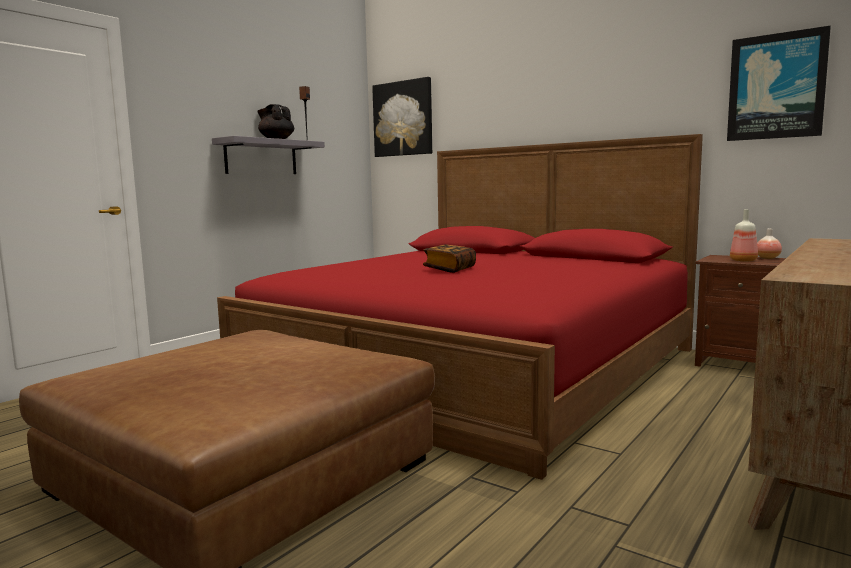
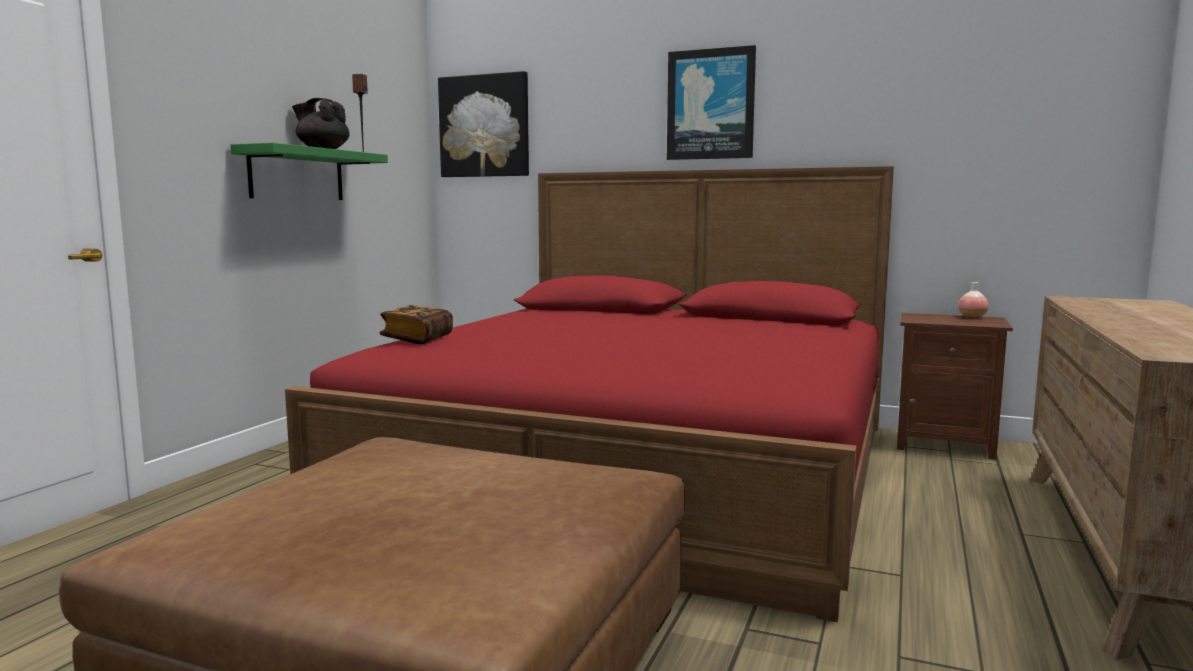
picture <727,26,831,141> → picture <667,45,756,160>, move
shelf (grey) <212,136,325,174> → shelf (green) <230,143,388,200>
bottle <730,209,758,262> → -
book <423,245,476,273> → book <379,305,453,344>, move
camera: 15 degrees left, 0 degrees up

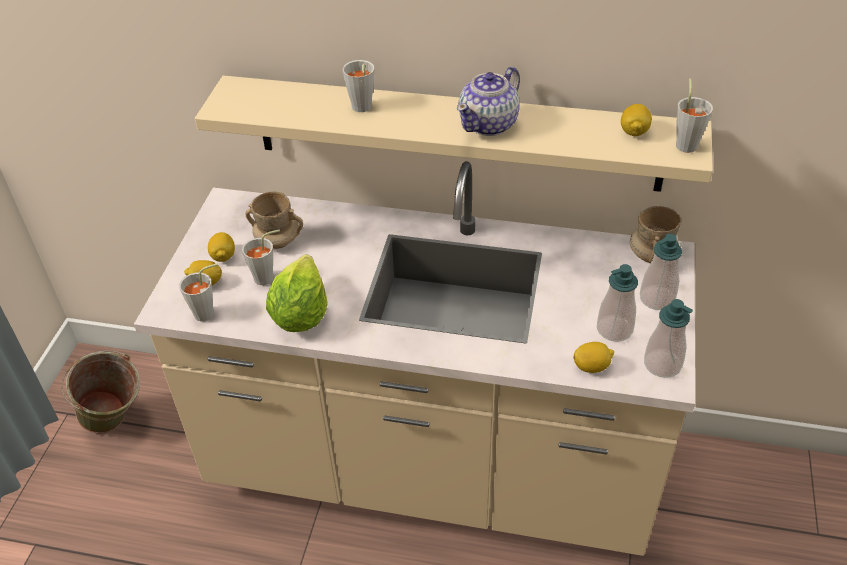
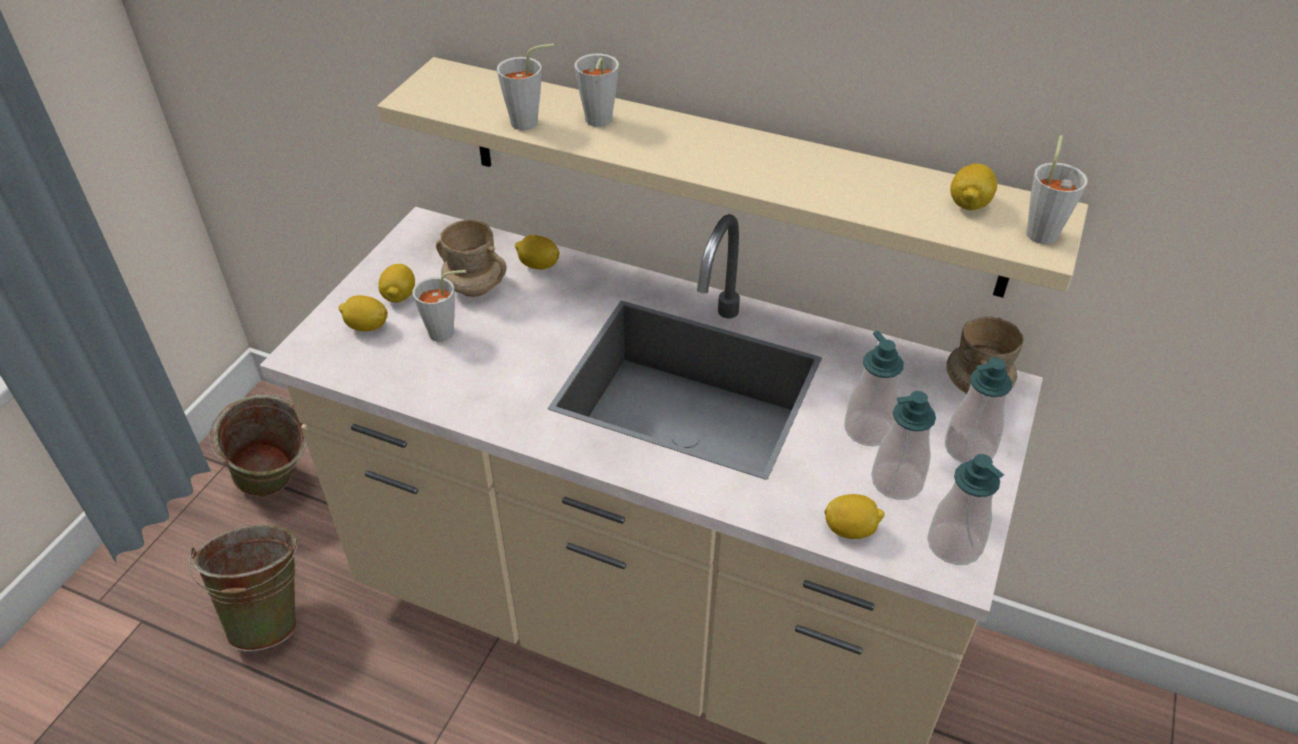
teapot <457,66,520,136> → -
lettuce <266,255,328,332> → -
cup (grey) <179,263,218,321> → cup (grey) <497,44,554,130>, move
- → lemon <515,235,560,270>
- → soap dispenser <844,331,904,447>
- → bucket (green) <188,525,298,651>
camera: 10 degrees right, 0 degrees up

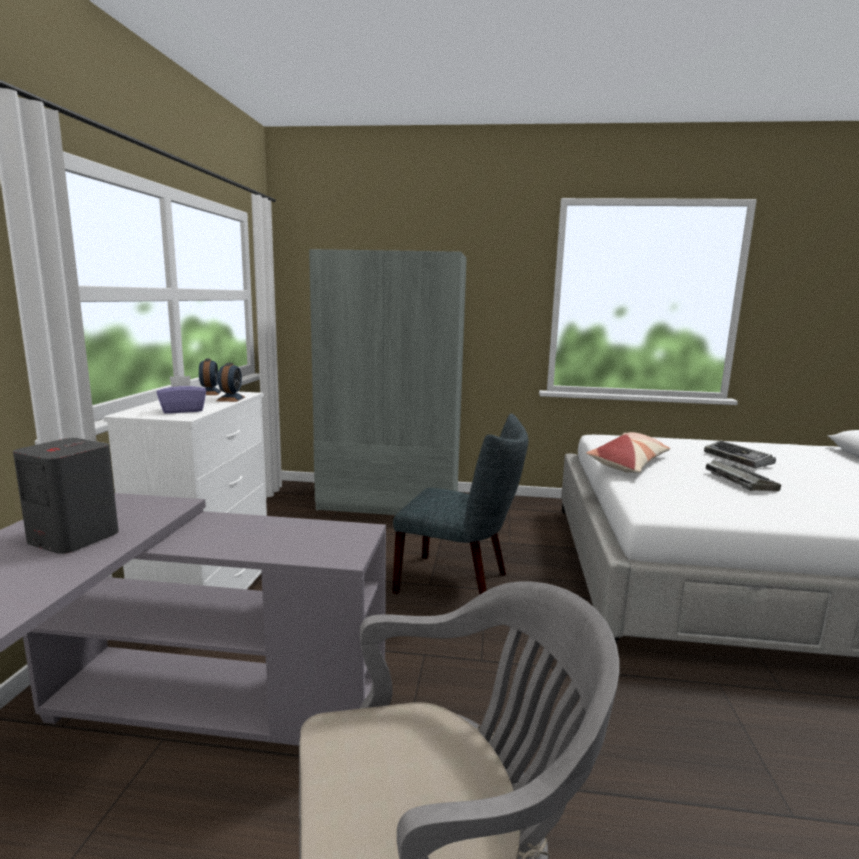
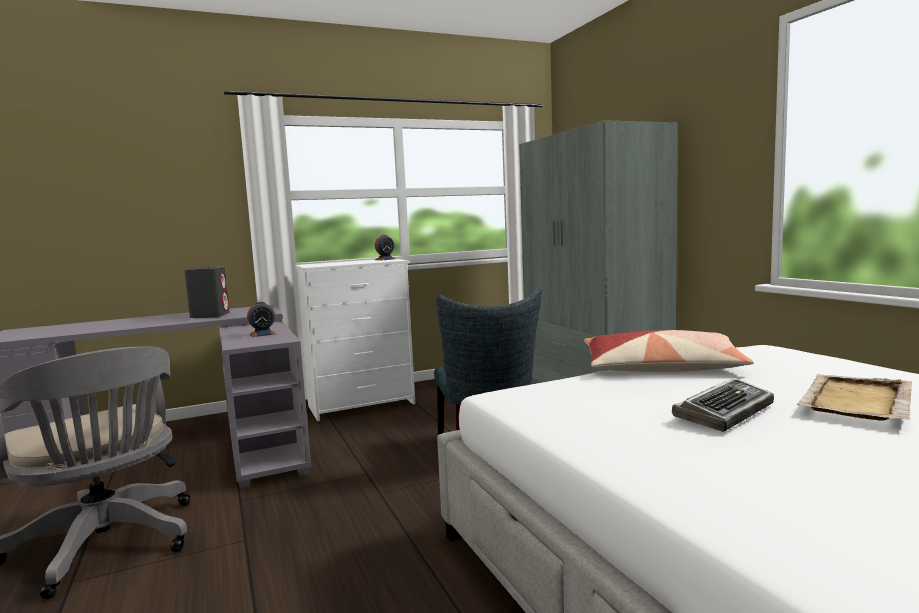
alarm clock <216,363,245,402> → alarm clock <247,302,276,337>, move
tissue box (purple) <157,376,206,414> → -
keyboard <704,440,776,468> → tray (beige) <797,374,913,421>
camera: 60 degrees right, 5 degrees down

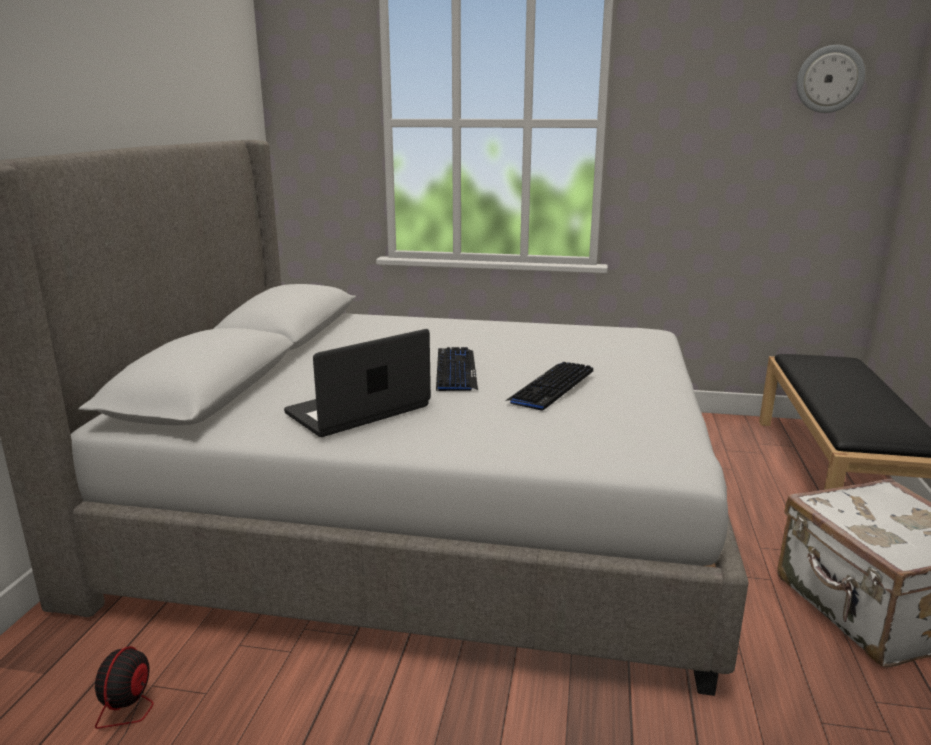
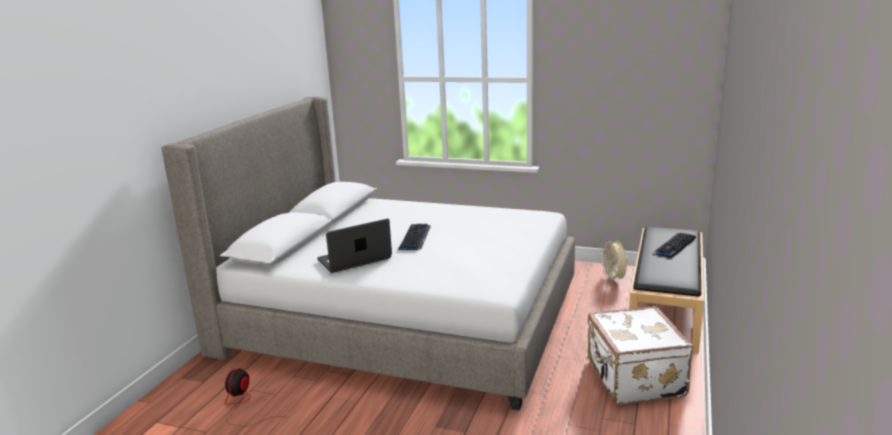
wall clock <796,45,865,113> → -
keyboard <505,362,593,411> → keyboard <654,233,696,257>, move
- → fan (beige) <601,239,628,283>
camera: 10 degrees right, 0 degrees up

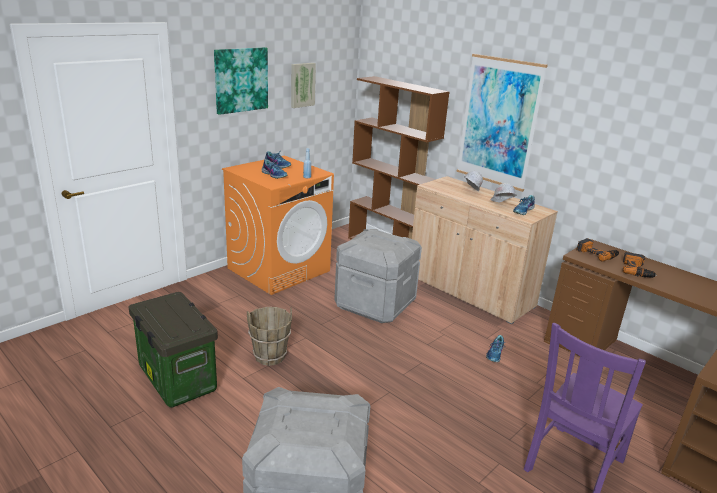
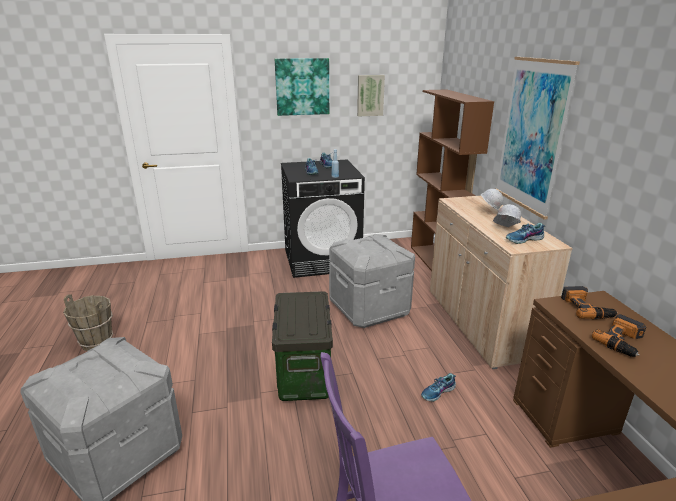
washing machine (orange) <222,155,334,295> → washing machine (black) <281,160,365,278>
storage box <129,292,218,408> → storage box <272,291,333,401>, move
bucket (brown) <247,307,292,366> → bucket (brown) <63,294,113,351>, move
camera: 35 degrees right, 0 degrees up

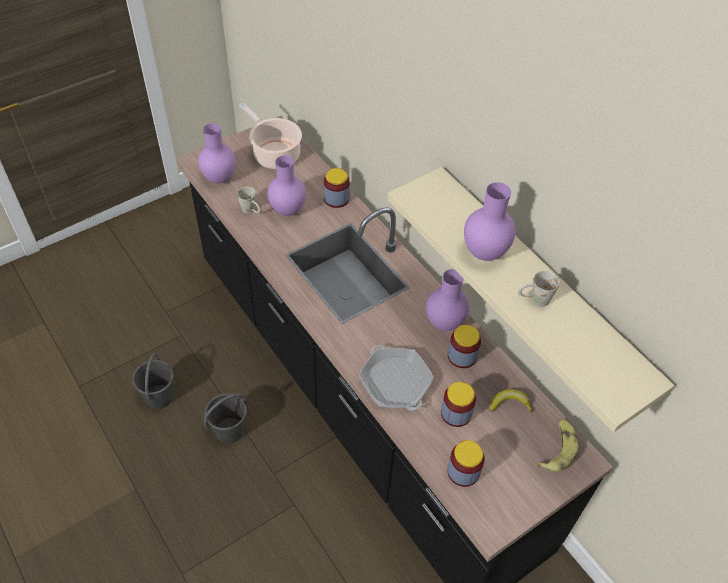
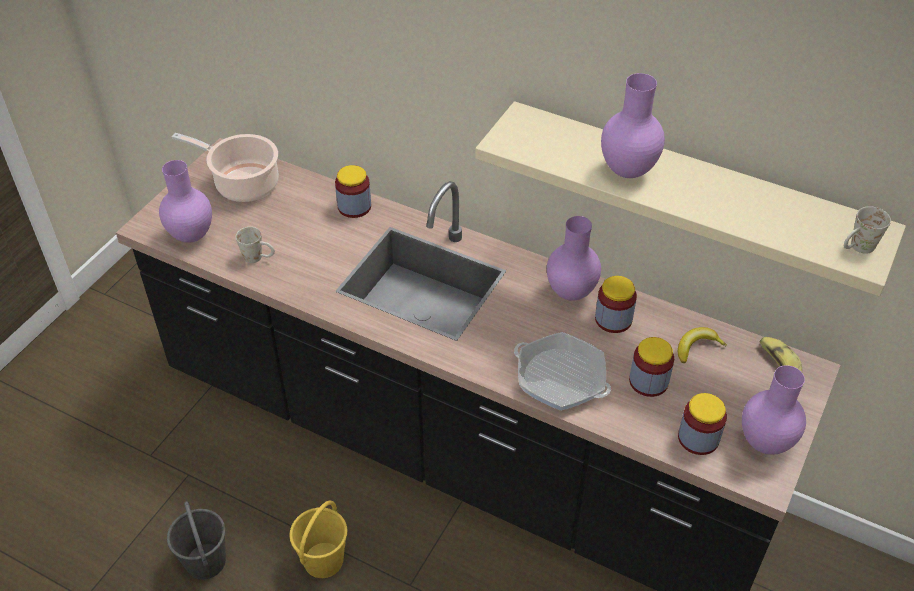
vase (purple) <267,155,306,216> → vase (purple) <742,365,806,455>, move
mug (white) <518,271,560,307> → mug (white) <844,206,891,254>, move
bucket (grey) <204,393,247,443> → bucket (yellow) <289,500,347,578>
camera: 25 degrees left, 5 degrees down

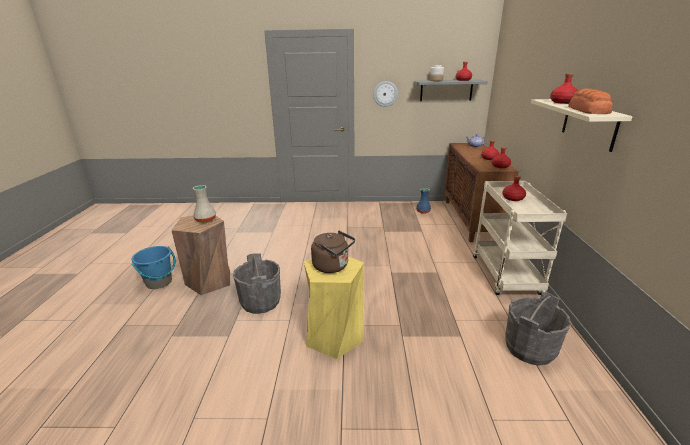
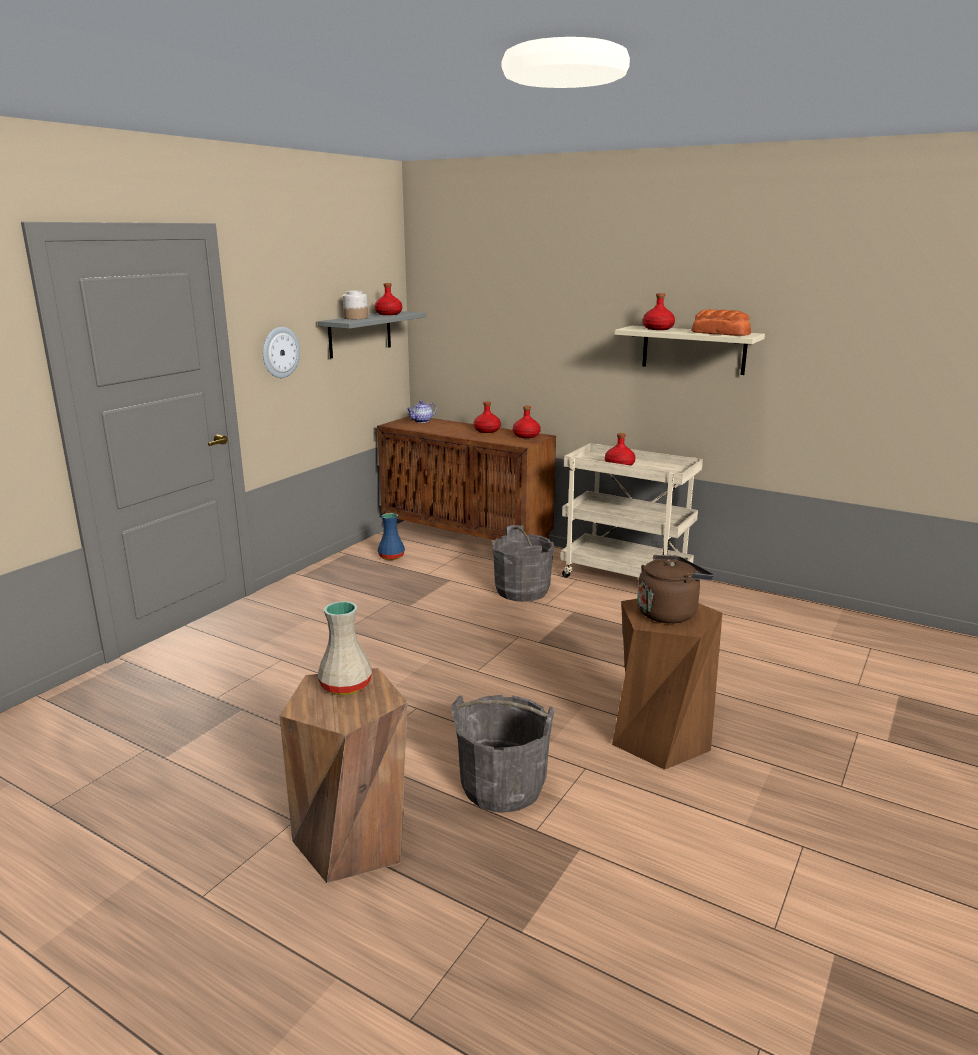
bucket (blue) <131,246,176,289> → -
stool (yellow) <304,256,364,359> → stool (brown) <612,599,723,770>
bucket (grey) <506,292,571,365> → bucket (grey) <492,525,554,602>, move
camera: 60 degrees left, 5 degrees down

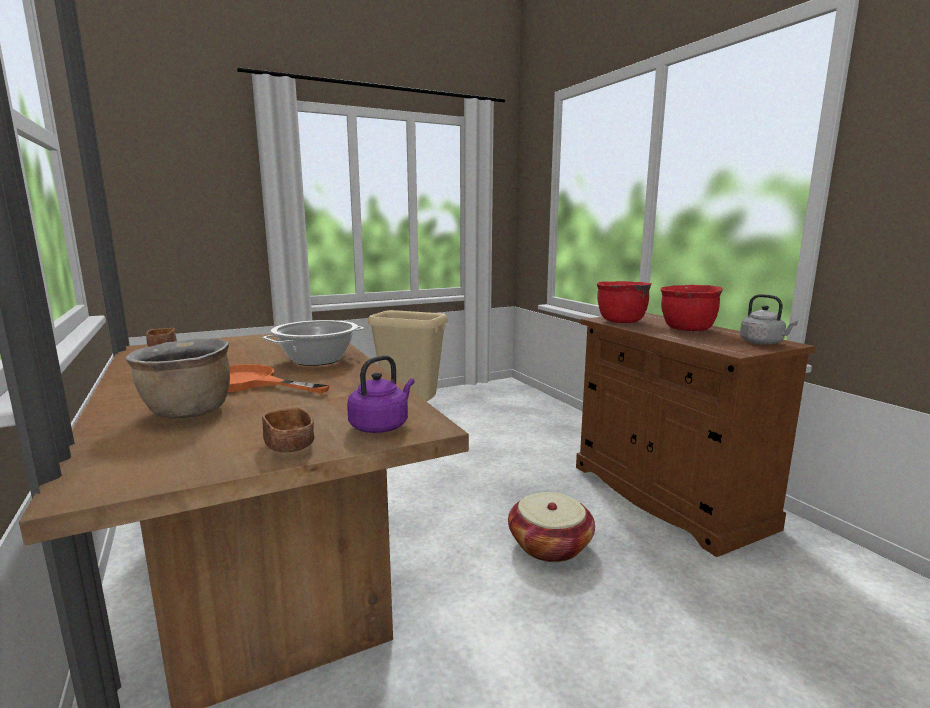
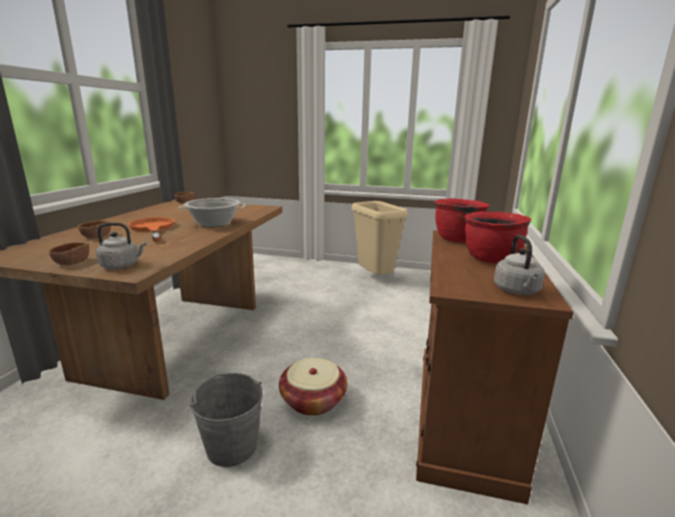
cooking pot (brown) <125,339,230,419> → bowl (brown) <78,220,111,238>
kettle (purple) <347,355,414,433> → kettle (grey) <96,223,147,269>
- → bucket (grey) <189,373,263,467>
camera: 40 degrees right, 5 degrees up

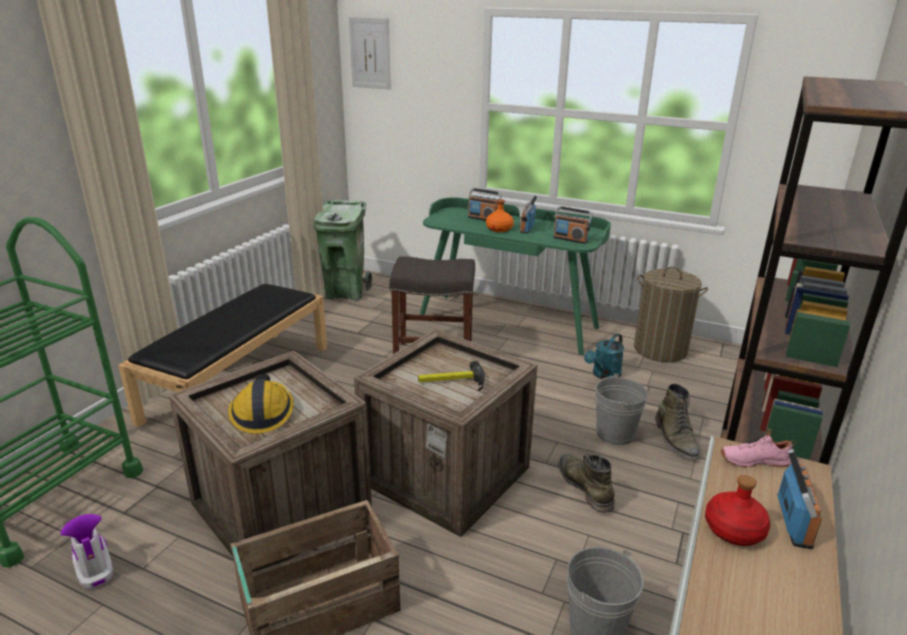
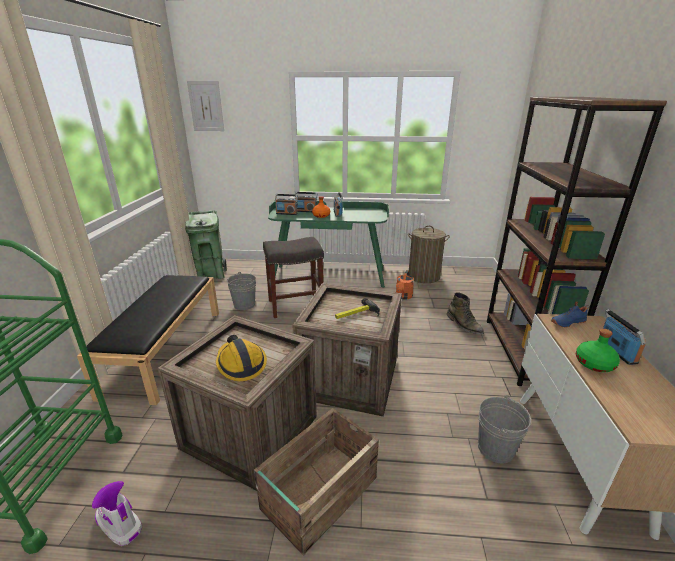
radio <553,206,593,244> → radio <275,194,298,215>, move
watering can (turquoise) <584,333,624,379> → watering can (orange) <396,270,414,299>
bucket (grey) <595,374,648,445> → bucket (grey) <227,272,256,310>, move
shoe (pink) <721,429,795,468> → shoe (blue) <551,301,589,328>
boot (green) <558,454,615,513> → -
bottle (red) <705,475,770,546> → bottle (green) <576,329,620,372>
camera: 20 degrees left, 0 degrees up

